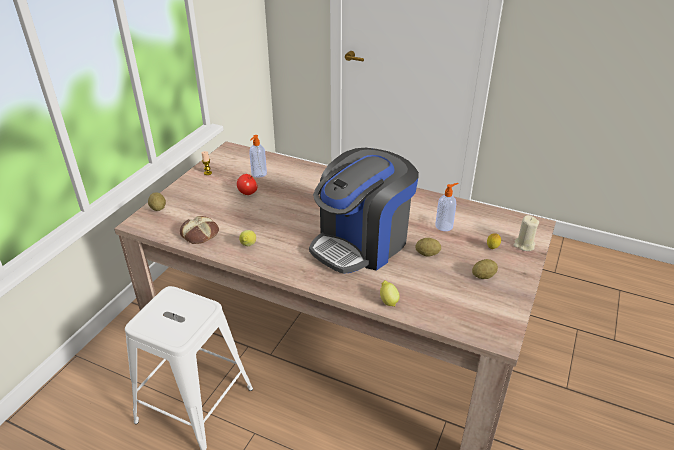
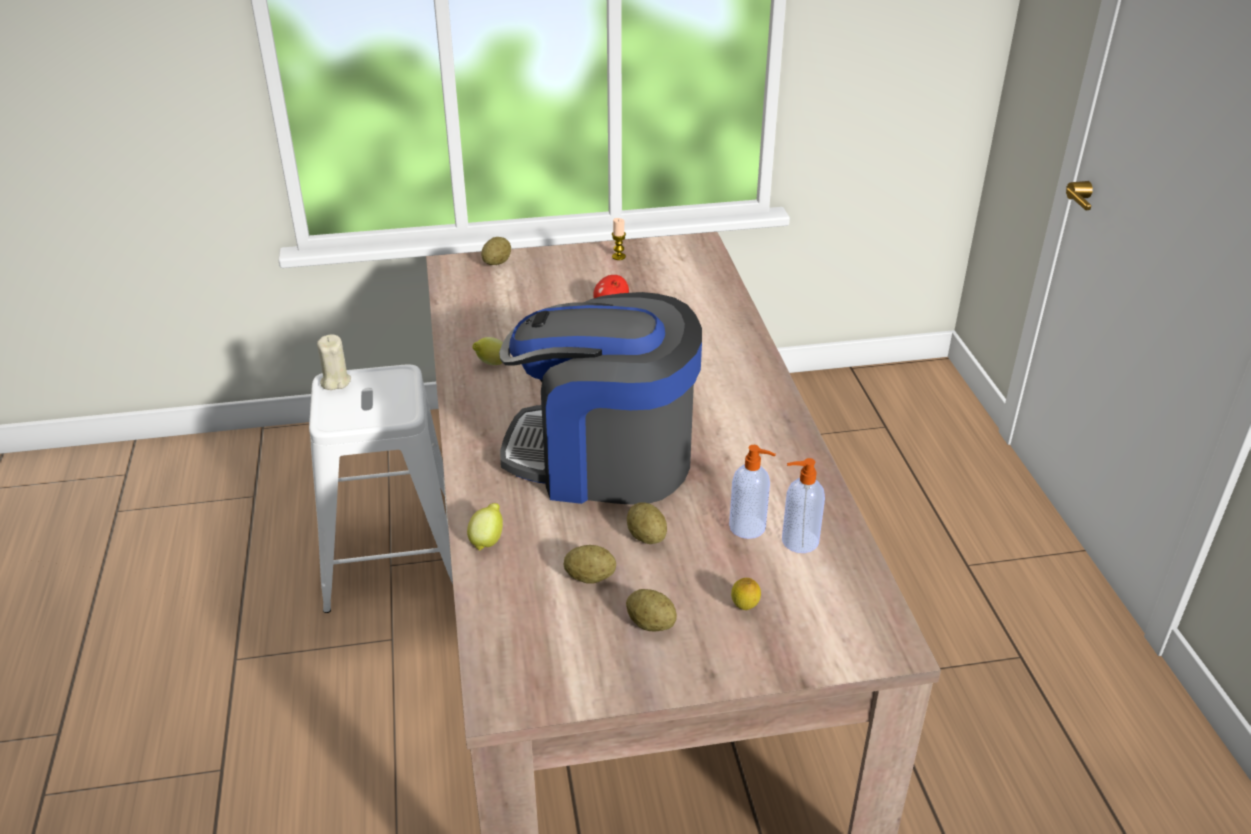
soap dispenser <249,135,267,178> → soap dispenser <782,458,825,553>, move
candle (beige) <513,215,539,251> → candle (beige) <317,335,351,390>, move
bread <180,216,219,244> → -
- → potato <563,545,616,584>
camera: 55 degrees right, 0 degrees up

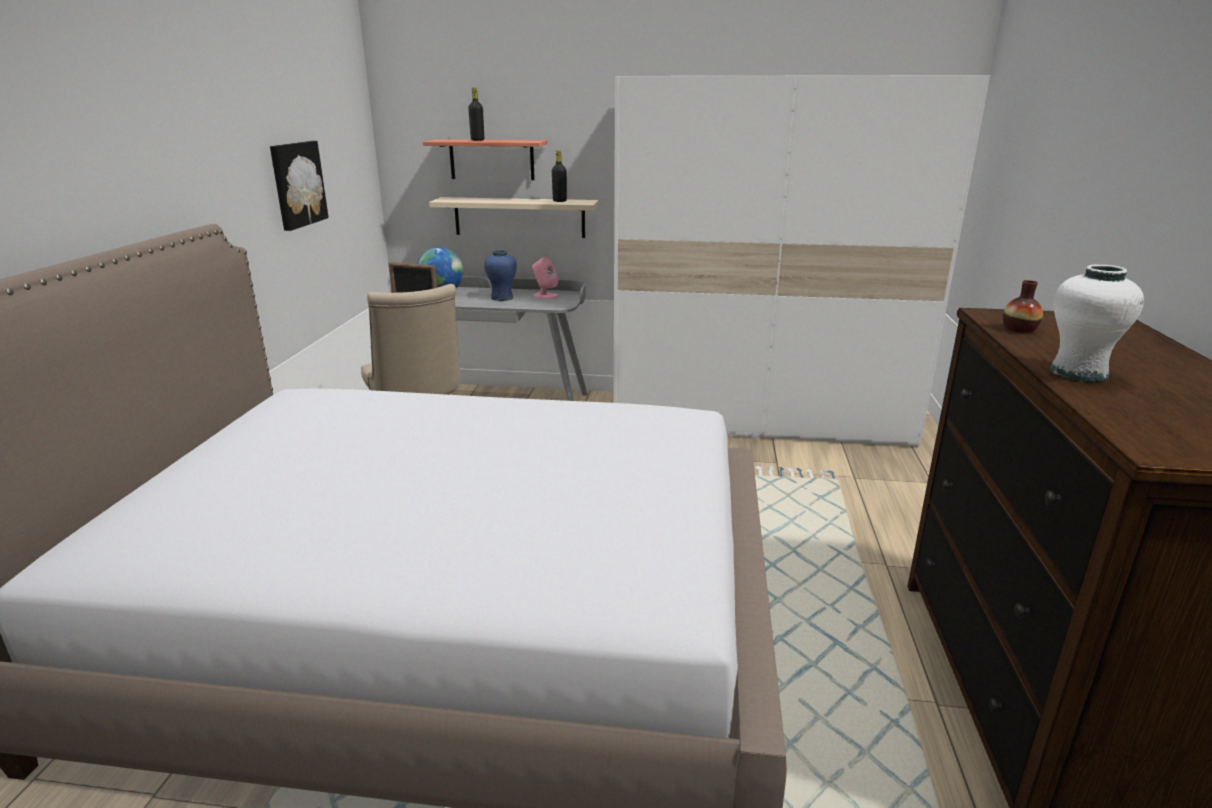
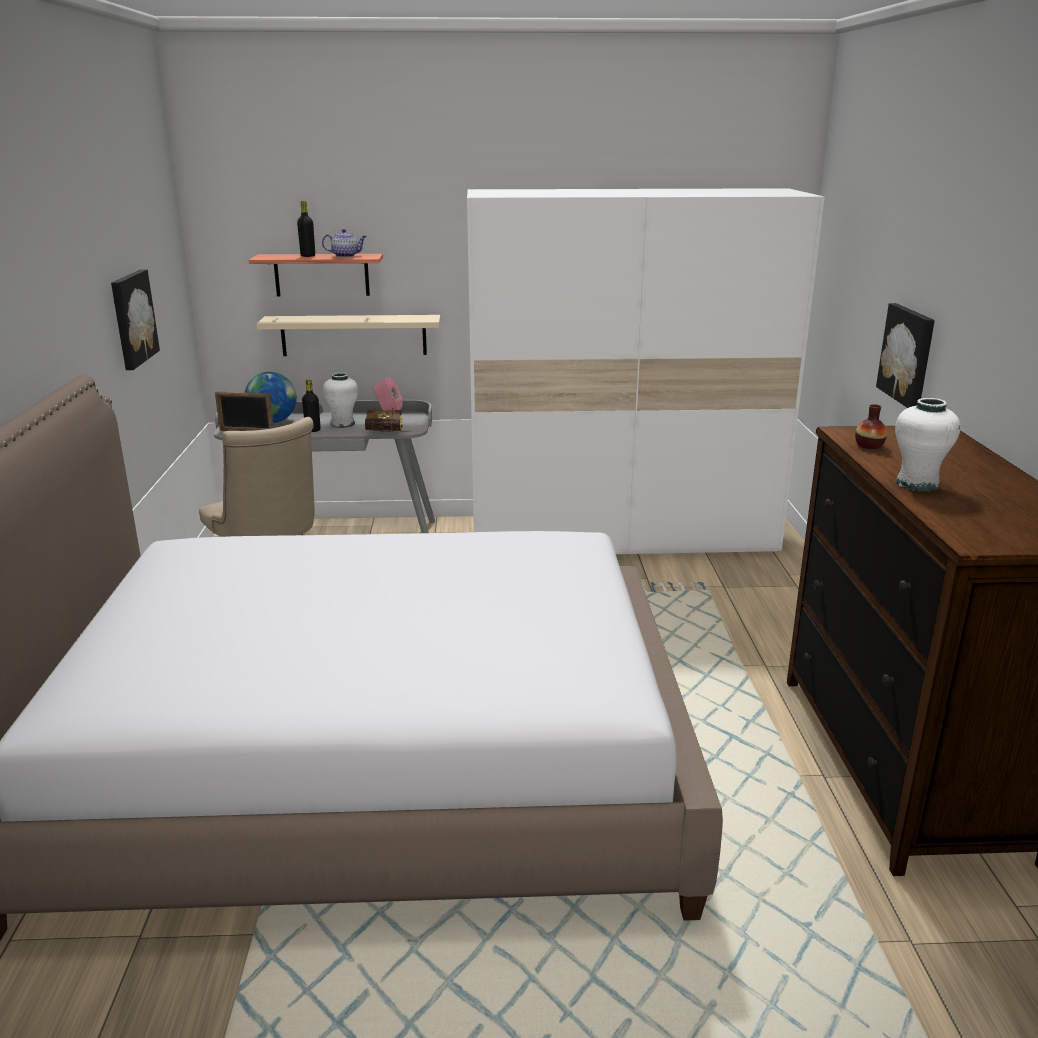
bottle (black) <552,151,567,202> → bottle (black) <302,379,321,432>, move
vase (blue) <484,250,517,301> → vase (white) <323,373,358,428>
- → teapot <322,229,367,257>
- → picture <876,303,935,408>
- → book <365,408,404,432>
camera: 10 degrees left, 0 degrees up

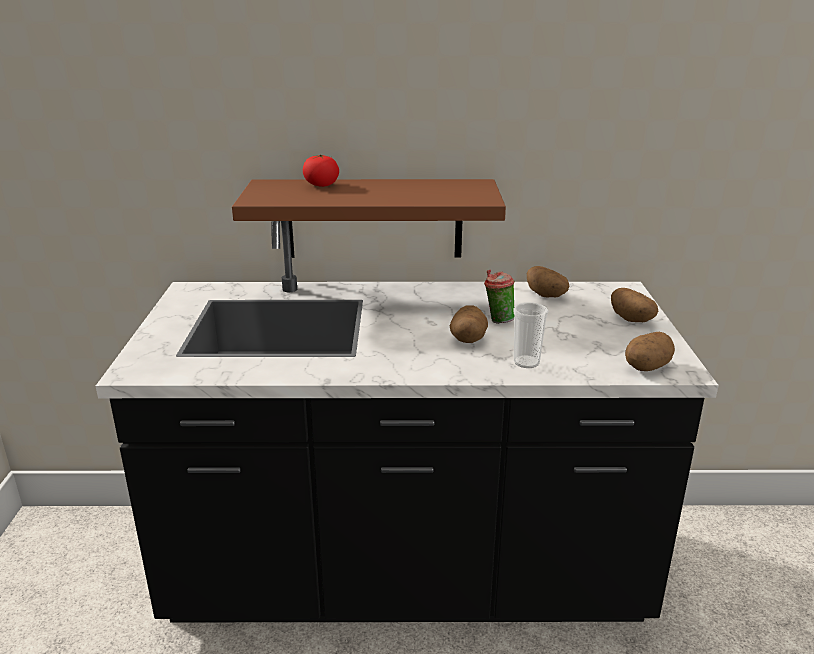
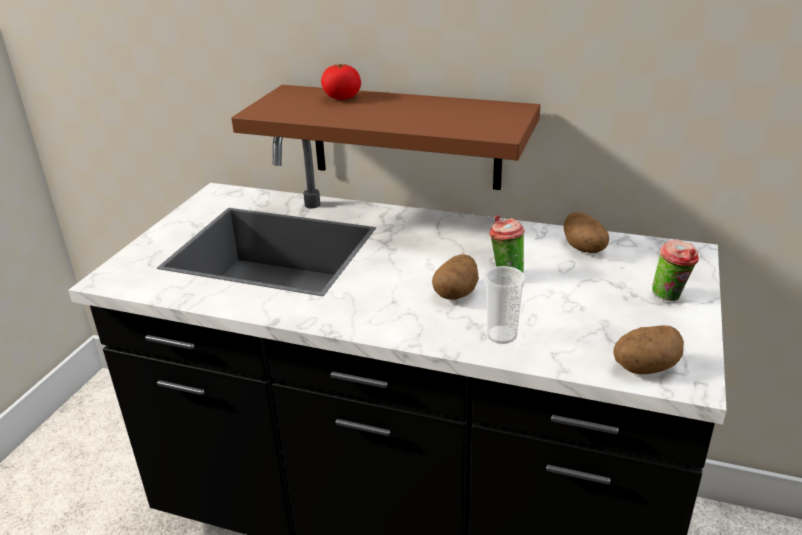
potato <611,288,658,322> → cup <652,240,699,301>
camera: 20 degrees right, 5 degrees up

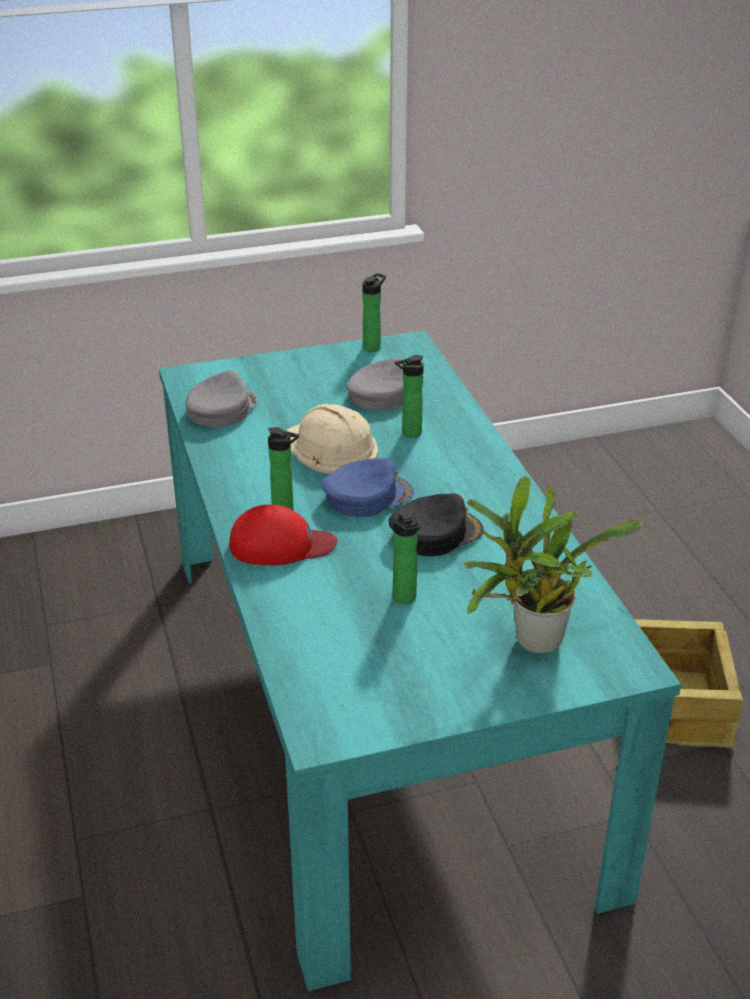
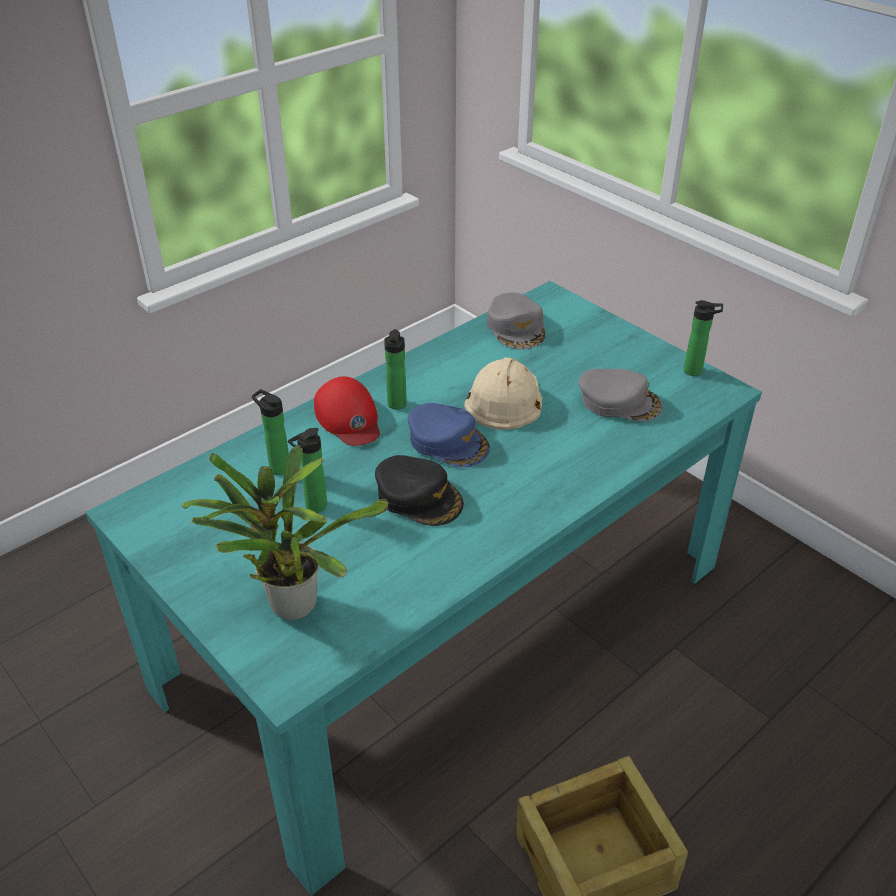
bottle <395,355,424,438> → bottle <252,389,289,475>, move
cap (grey) <186,370,258,427> → cap (grey) <487,293,545,349>, 75 degrees clockwise
camera: 65 degrees right, 5 degrees up

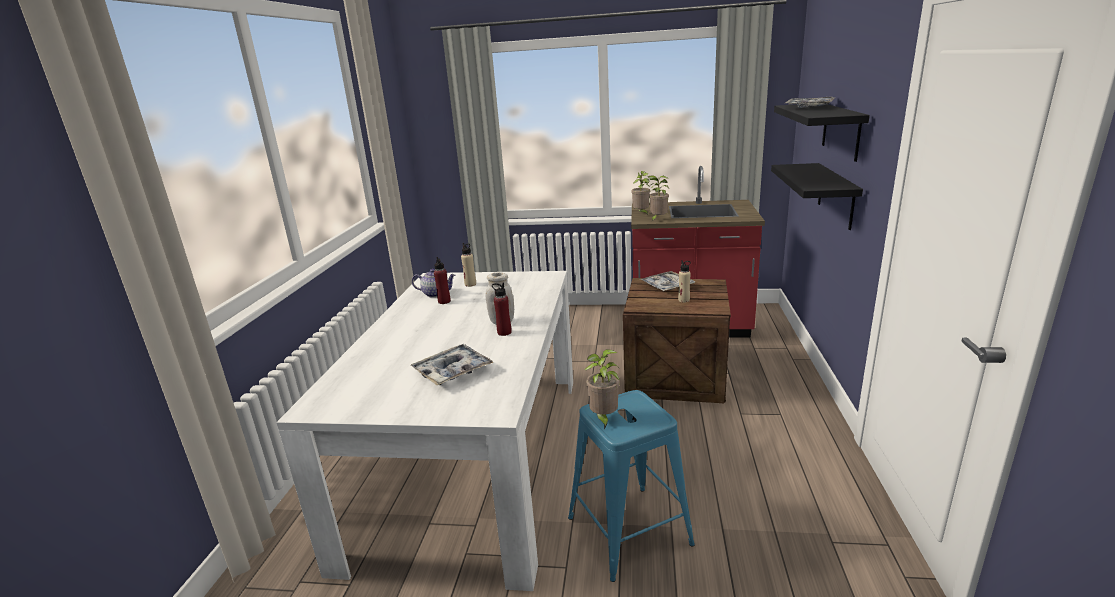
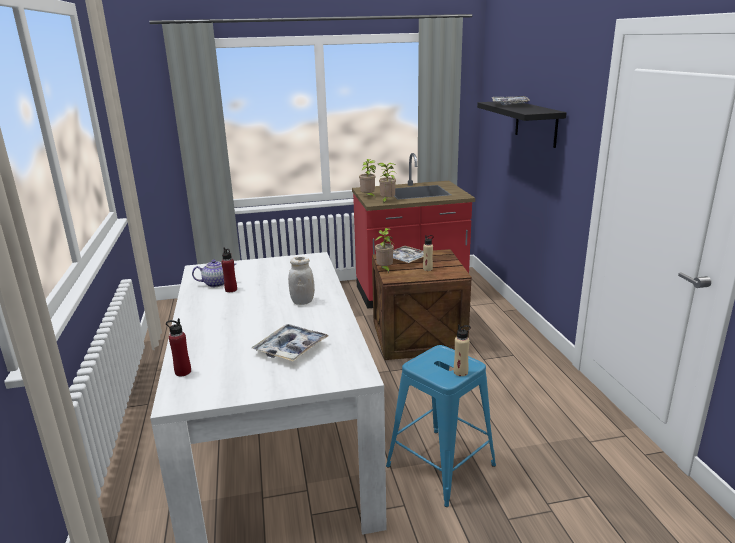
shelf (black) <771,163,863,230> → -
bottle (beige) <461,243,476,287> → bottle (beige) <454,324,471,376>, move
bottle (red) <492,282,512,336> → bottle (red) <166,318,191,376>, move
potted plant <585,349,620,429> → potted plant <375,228,394,274>, move
camera: 20 degrees left, 0 degrees up

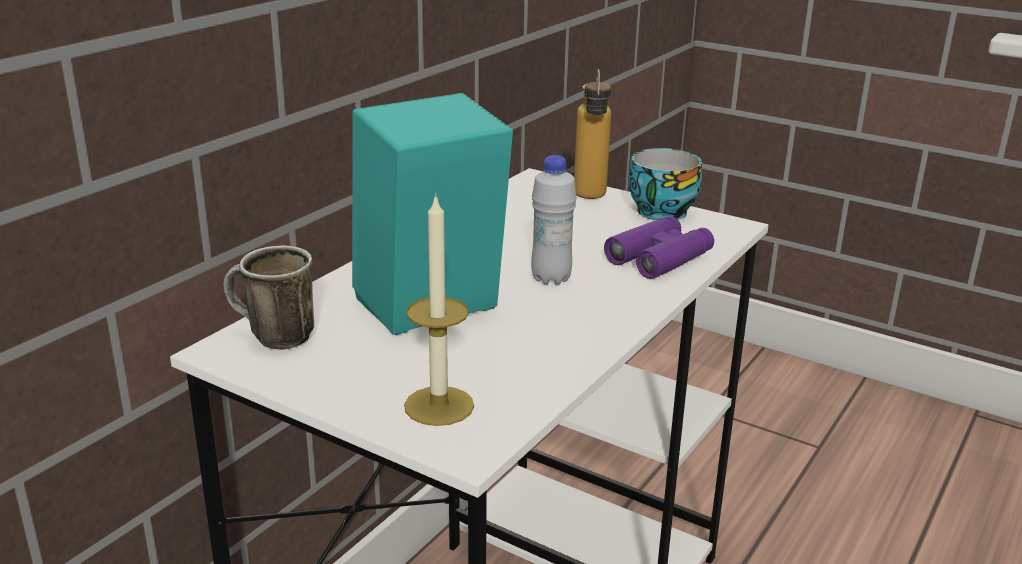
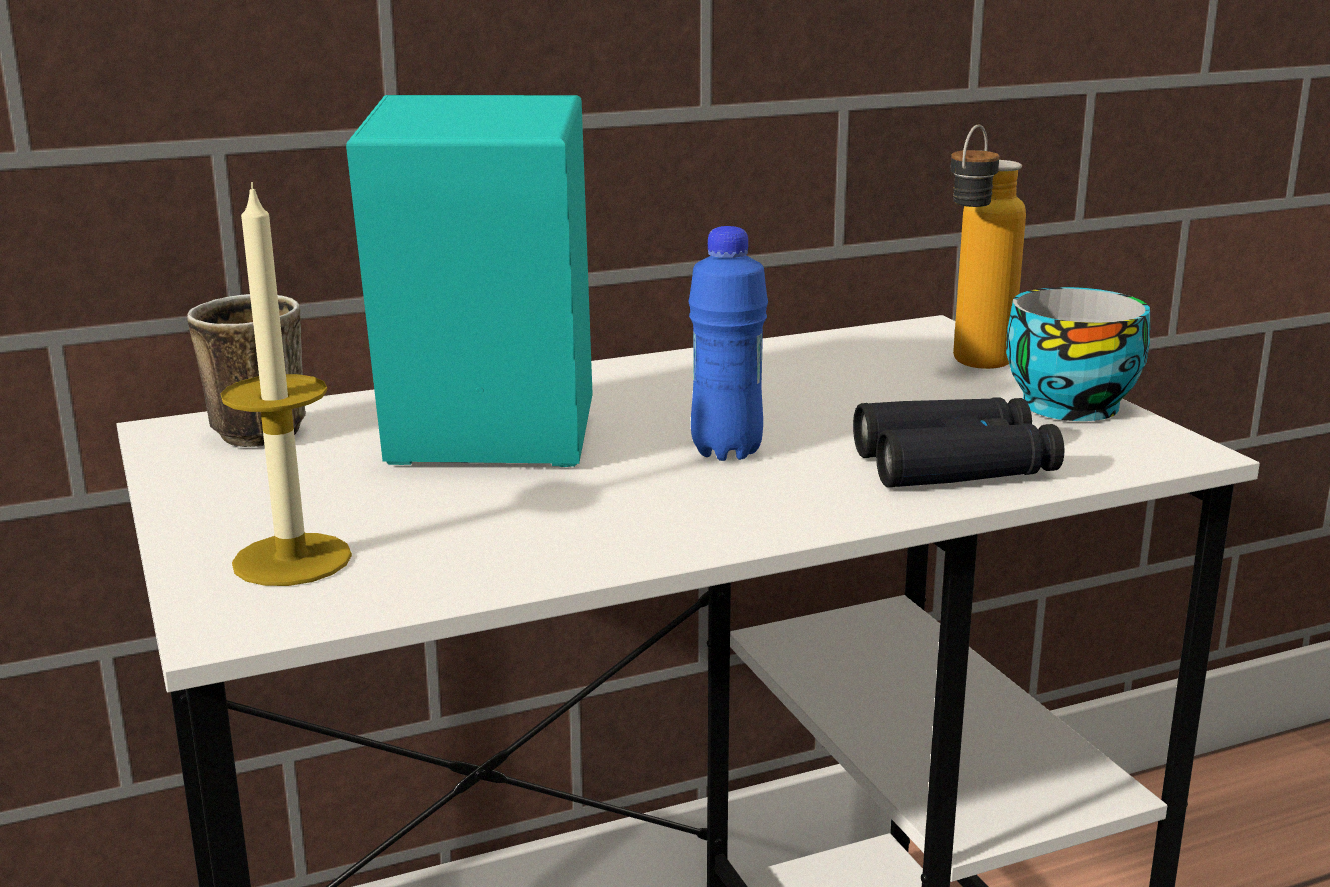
bottle (white) <531,155,577,285> → bottle (blue) <688,226,768,461>
binoculars (purple) <604,216,714,279> → binoculars (black) <853,397,1064,488>
camera: 35 degrees right, 5 degrees down

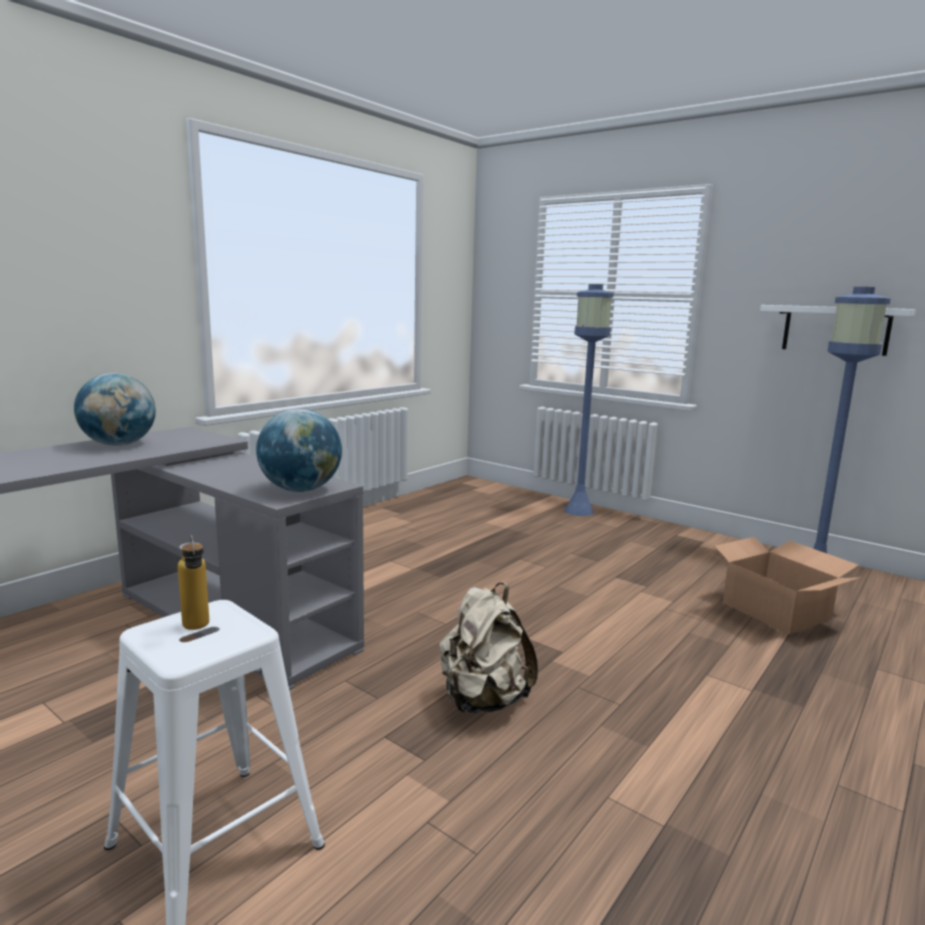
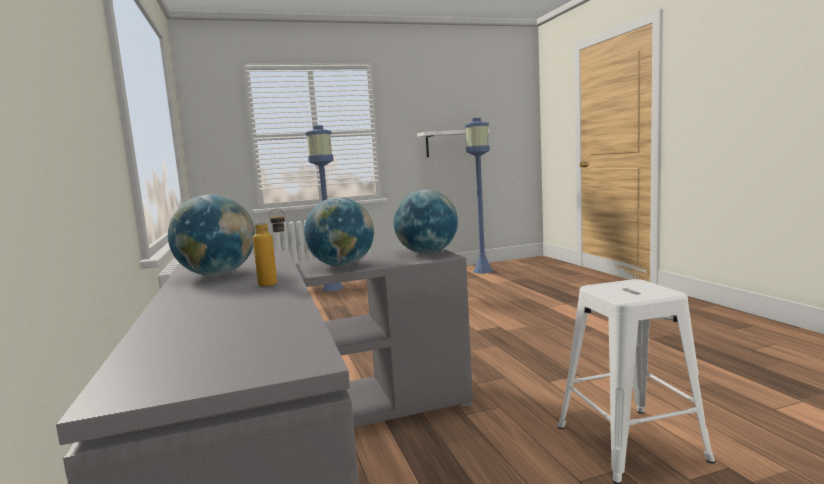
bottle <178,535,209,630> → bottle <253,208,285,287>, move
cardboard box <710,537,861,635> → -
backpack (beige) <439,583,538,713> → -
- → globe <304,197,374,266>
camera: 55 degrees left, 5 degrees down

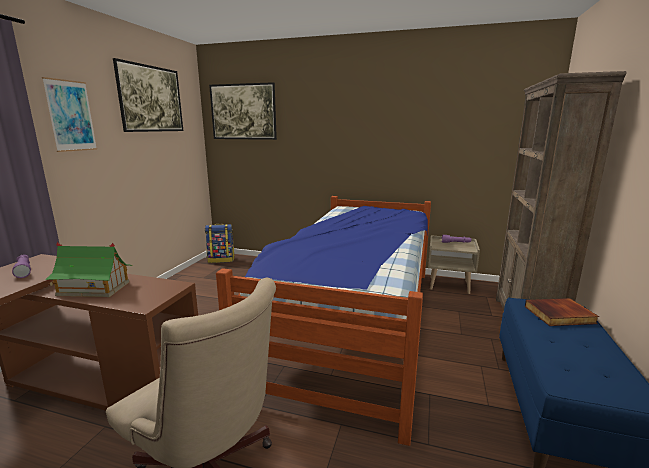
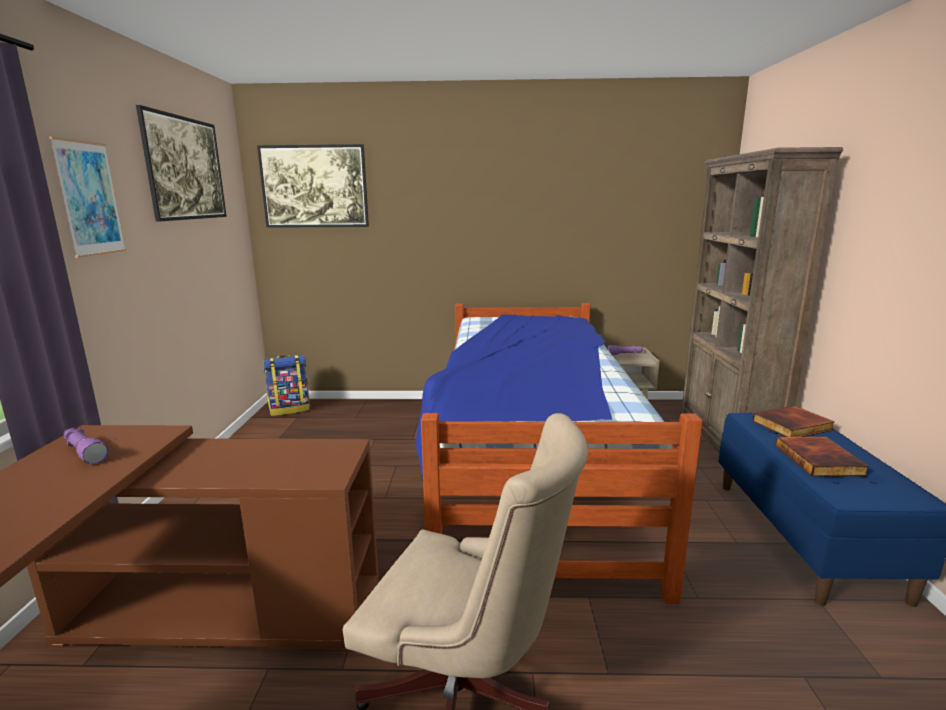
toy house <45,242,132,297> → -
- → book <776,437,869,477>
camera: 15 degrees left, 0 degrees up

